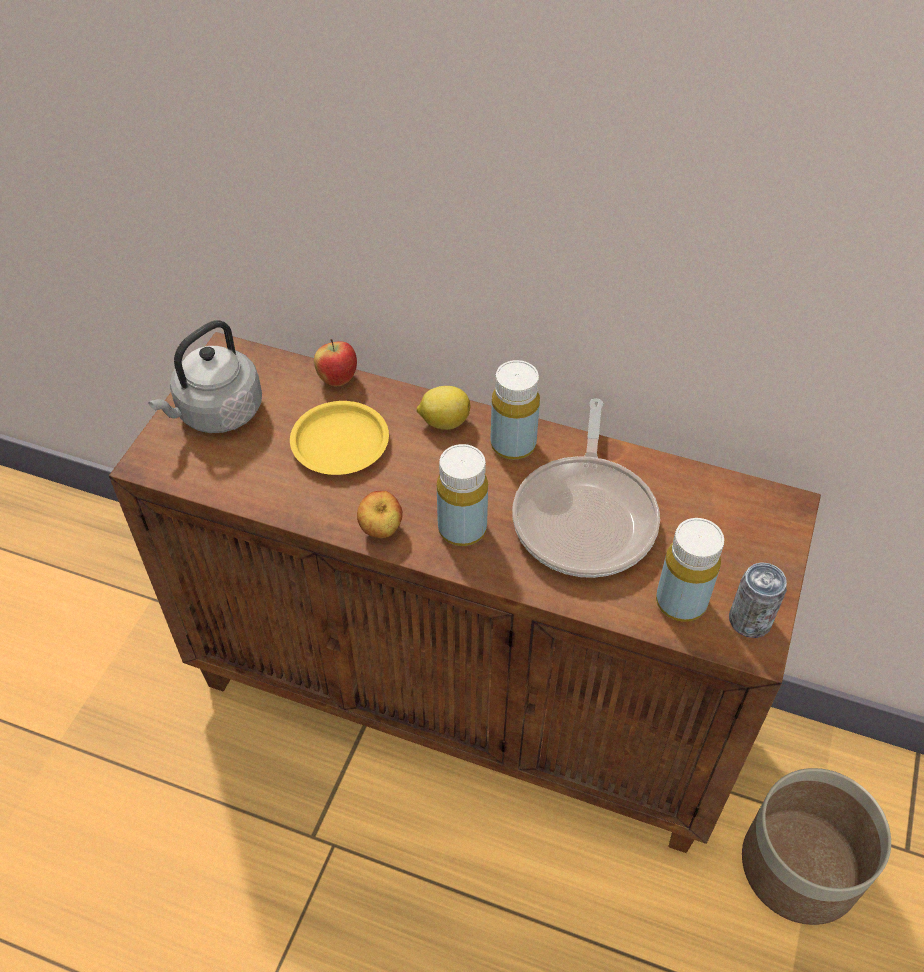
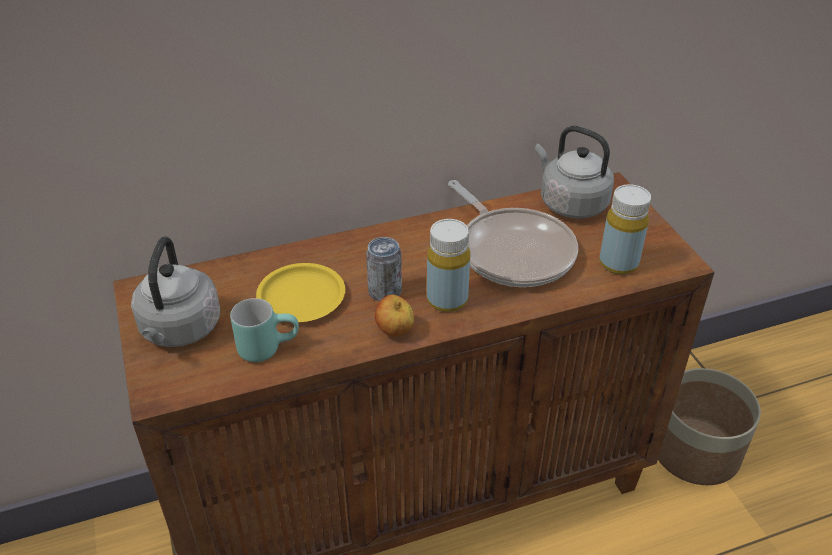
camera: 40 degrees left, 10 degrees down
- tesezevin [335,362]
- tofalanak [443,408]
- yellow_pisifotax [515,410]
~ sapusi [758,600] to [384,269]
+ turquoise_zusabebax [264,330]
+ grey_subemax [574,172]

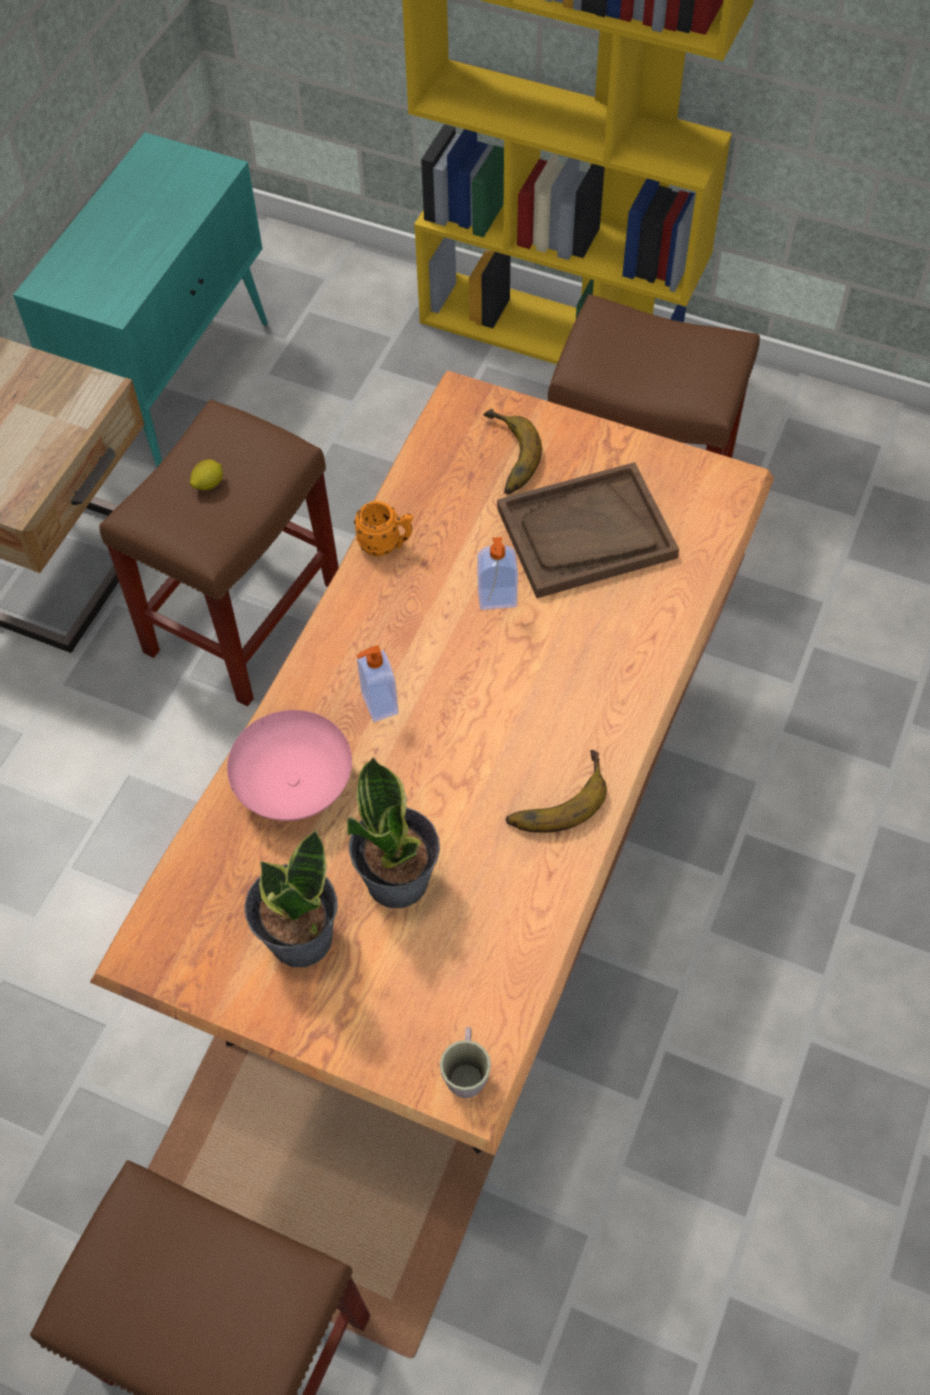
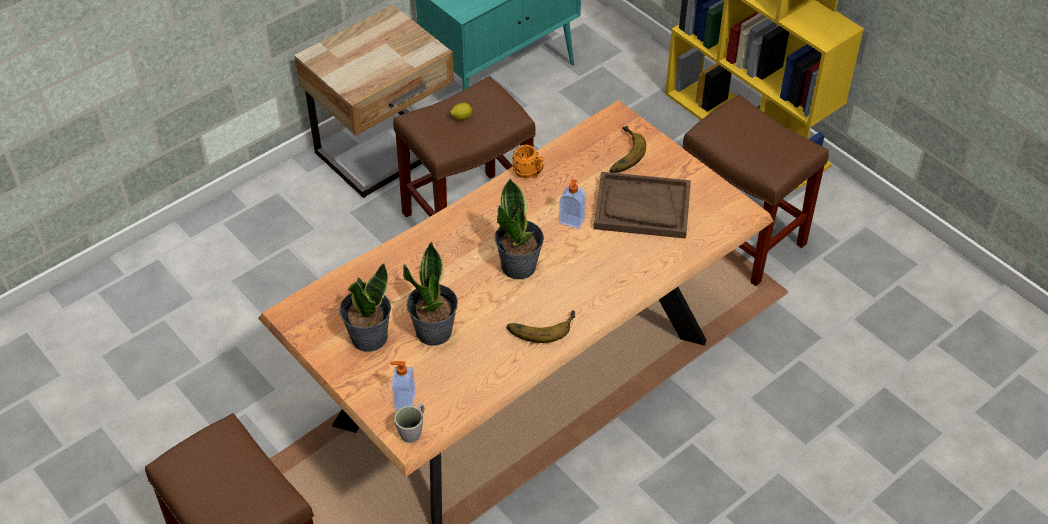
camera: 25 degrees right, 10 degrees down
- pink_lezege [289,765]
~ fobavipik [378,683] to [403,386]
+ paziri [519,228]

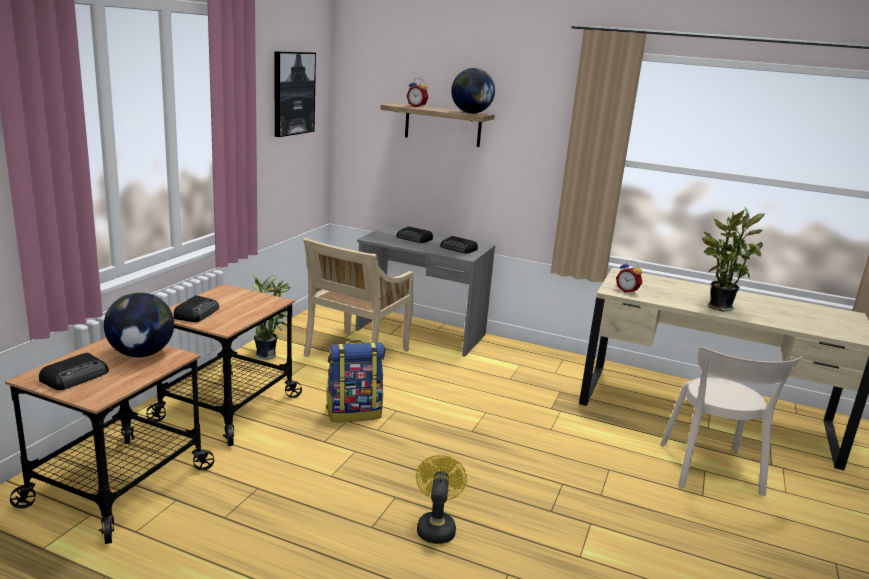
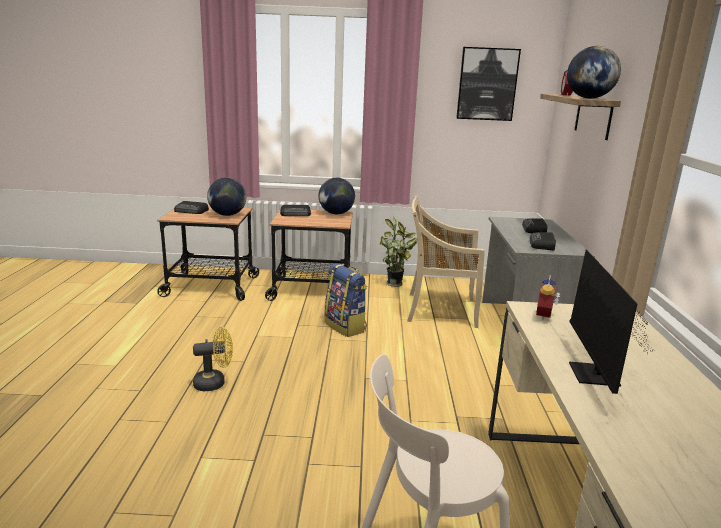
camera: 70 degrees right, 0 degrees up
~ paziri [733,260] to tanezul [611,321]
+ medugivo [337,196]

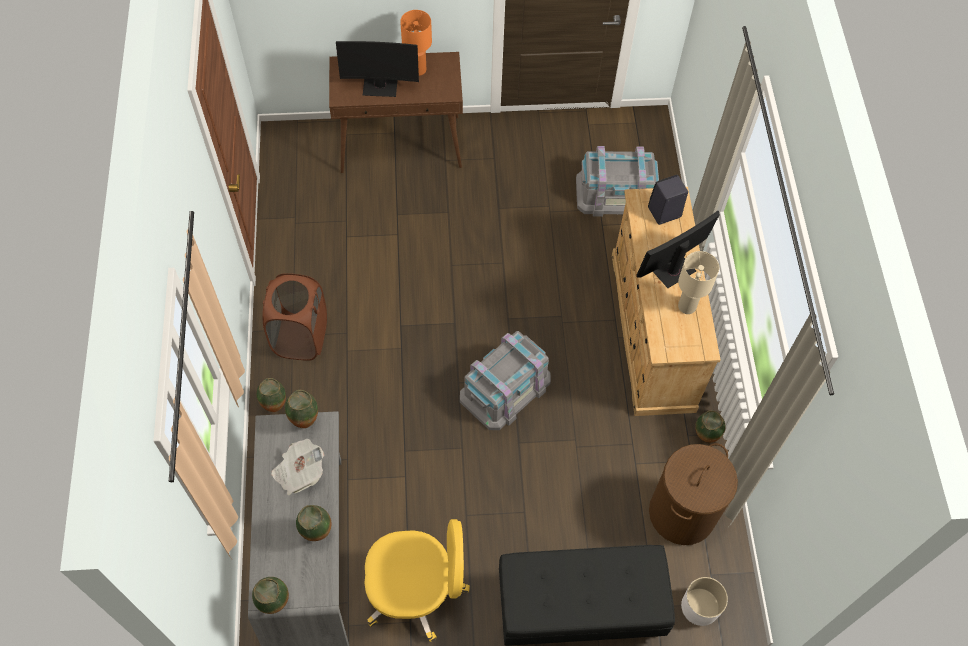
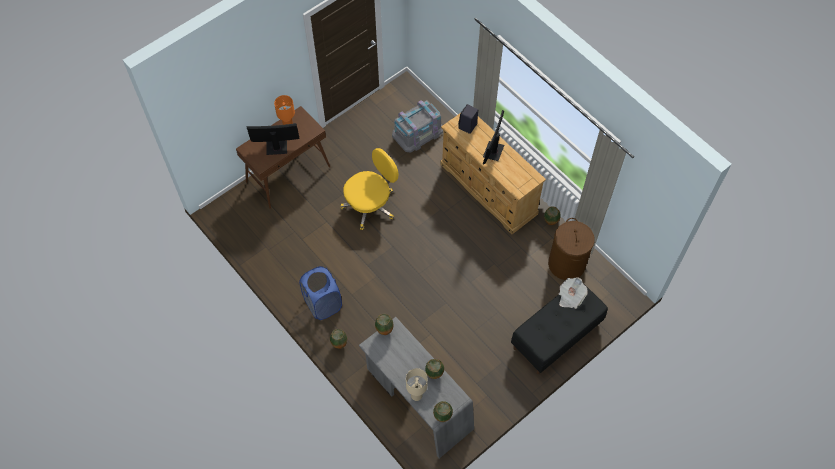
camera: 35 degrees left, 0 degrees up
~ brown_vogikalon [294,317] to blue_vogikalon [320,293]
~ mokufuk [298,467] to [573,293]
~ tanezul [377,69] = [272,139] 150 degrees counterclockwise
~ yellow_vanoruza [417,580] to [369,189]
- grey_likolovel [505,380]
~ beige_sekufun [698,282] to [417,384]
- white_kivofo [704,601]

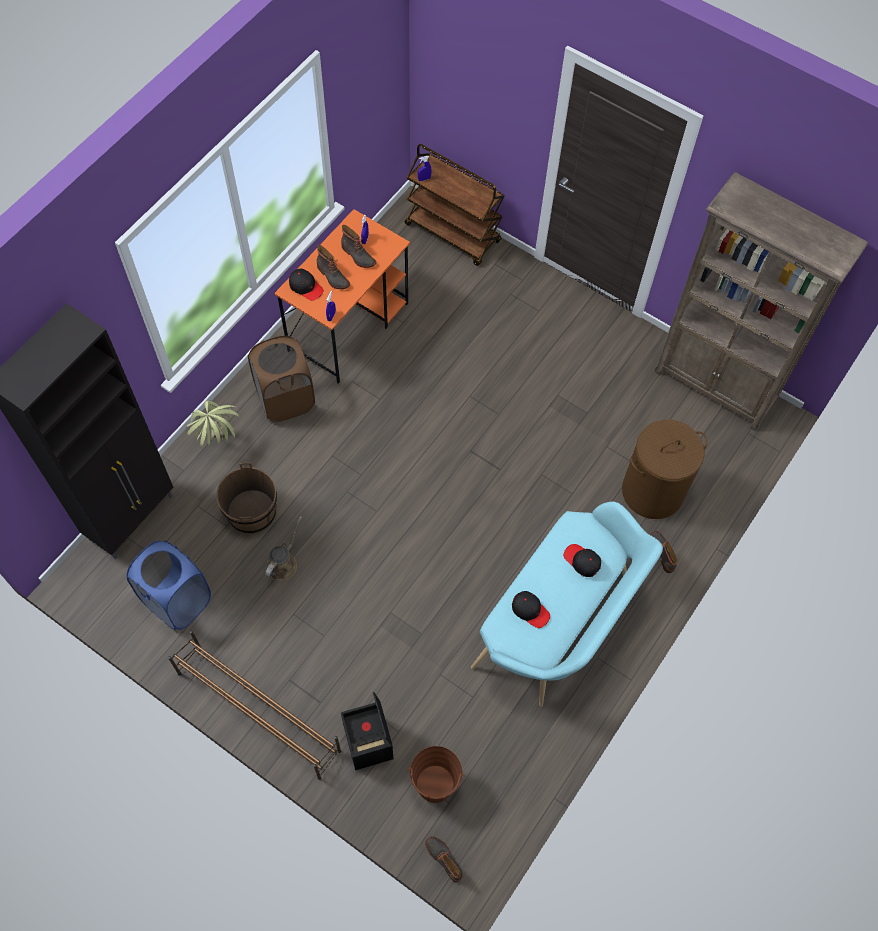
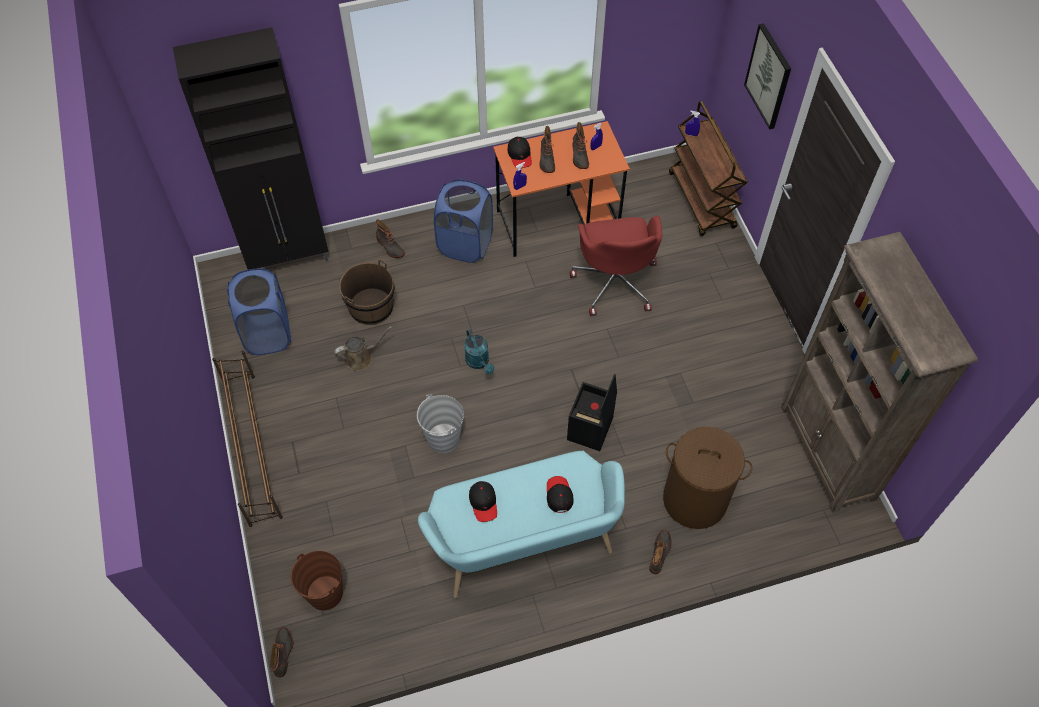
camera: 40 degrees right, 5 degrees down
~ paziri [212,424] to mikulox [390,238]
~ brown_vogikalon [281,379] to blue_vogikalon [463,221]
~ black_likolovel [367,731] to [592,412]
+ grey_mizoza [440,423]
+ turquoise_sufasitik [479,351]
+ red_vanoruza [616,266]
+ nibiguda [767,76]

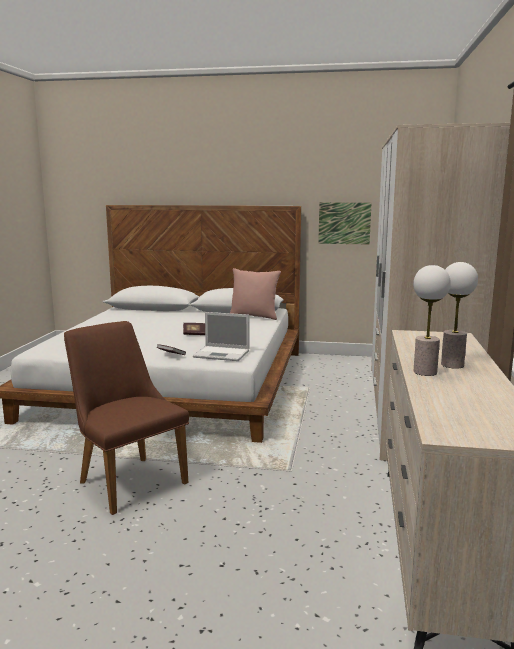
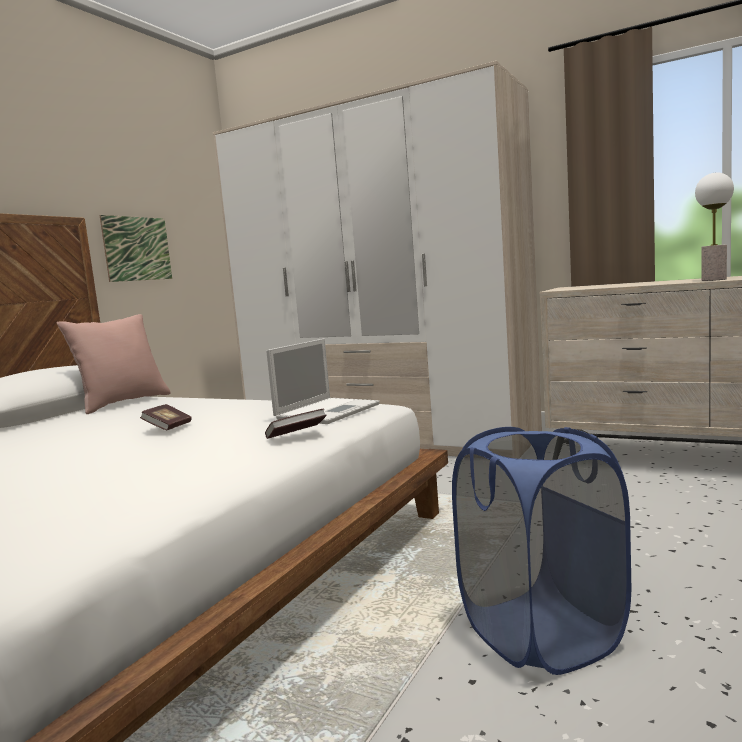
camera: 70 degrees left, 5 degrees down
~ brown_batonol [126,418] to blue_vogikalon [541,551]
- sekufun [459,315]

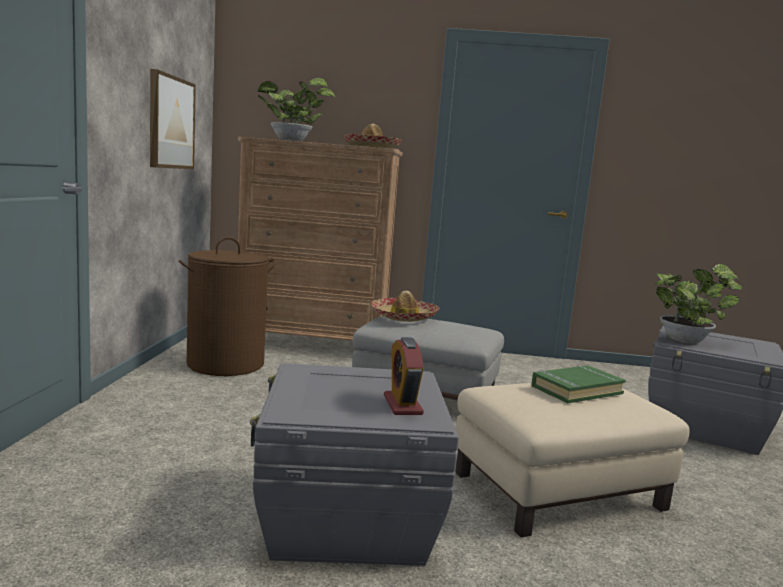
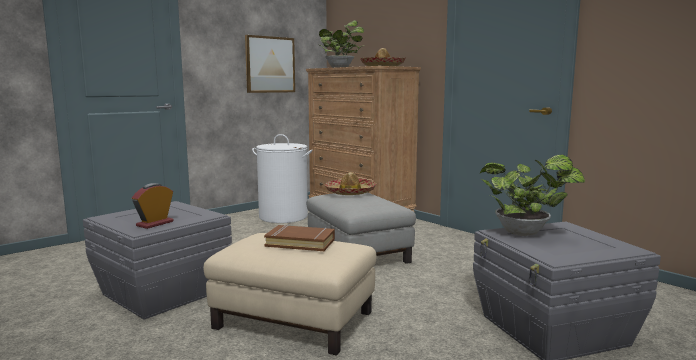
camera: 45 degrees right, 0 degrees up
~ brown_vogikalon [227,306] to white_vogikalon [282,178]
~ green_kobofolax [578,384] to brown_kobofolax [299,238]

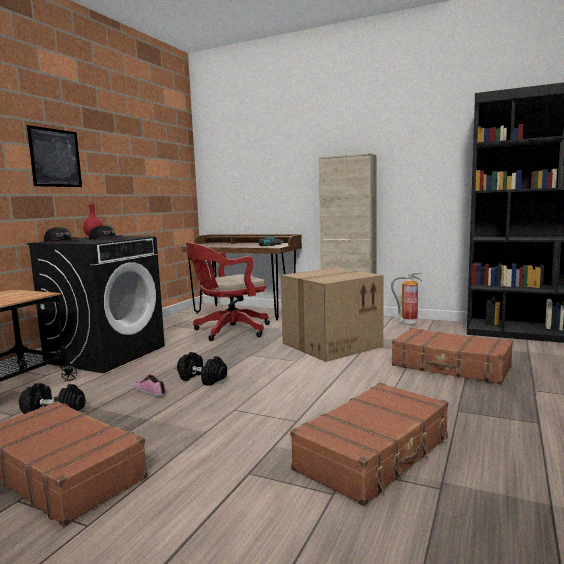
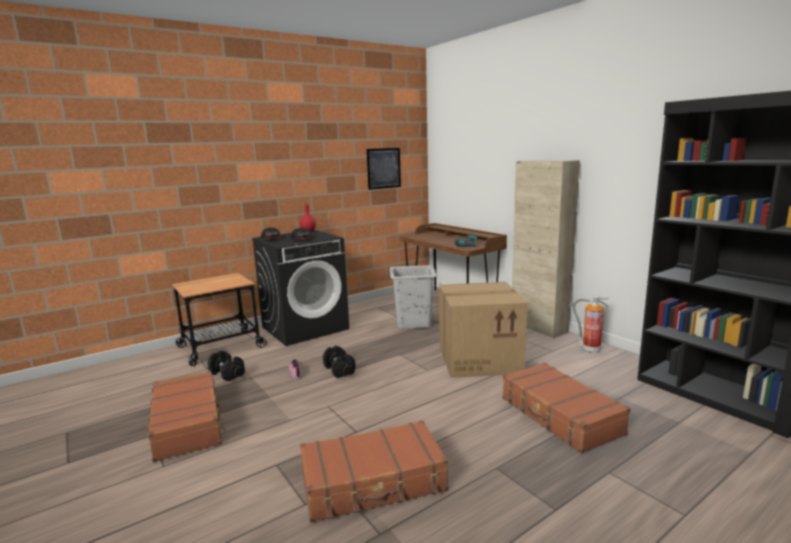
camera: 30 degrees right, 5 degrees up
~ nibiguda [54,156] to [384,169]
~ red_vanoruza [228,291] to grey_vogikalon [413,297]

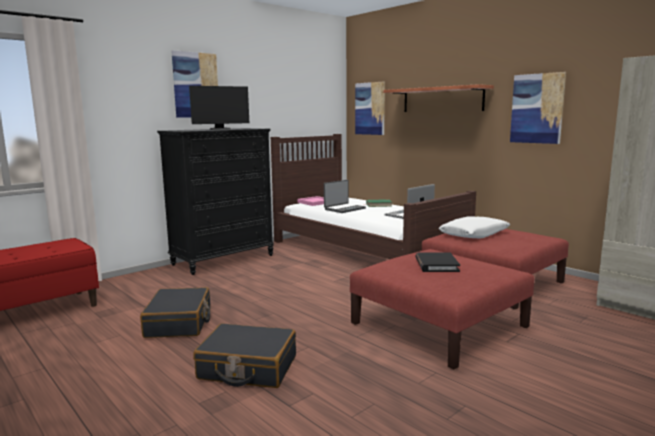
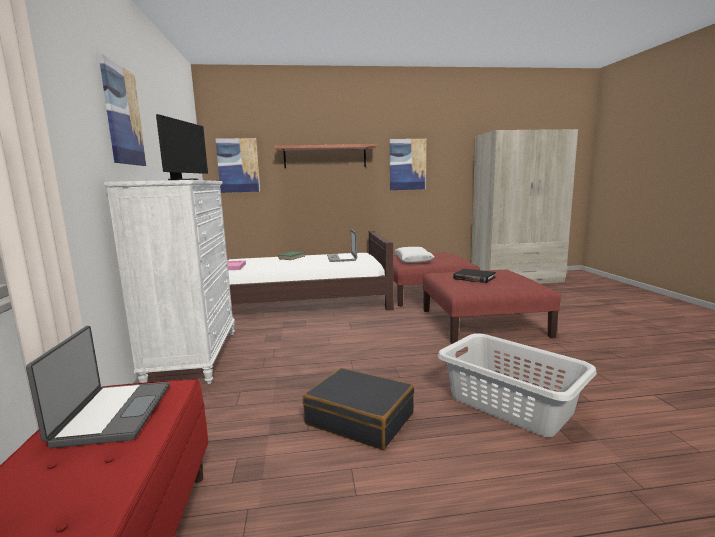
camera: 55 degrees left, 0 degrees up
~ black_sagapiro [215,201] to white_sagapiro [169,282]
~ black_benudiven [244,355] to grey_vogikalon [517,385]
~ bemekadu [345,196] to [98,387]

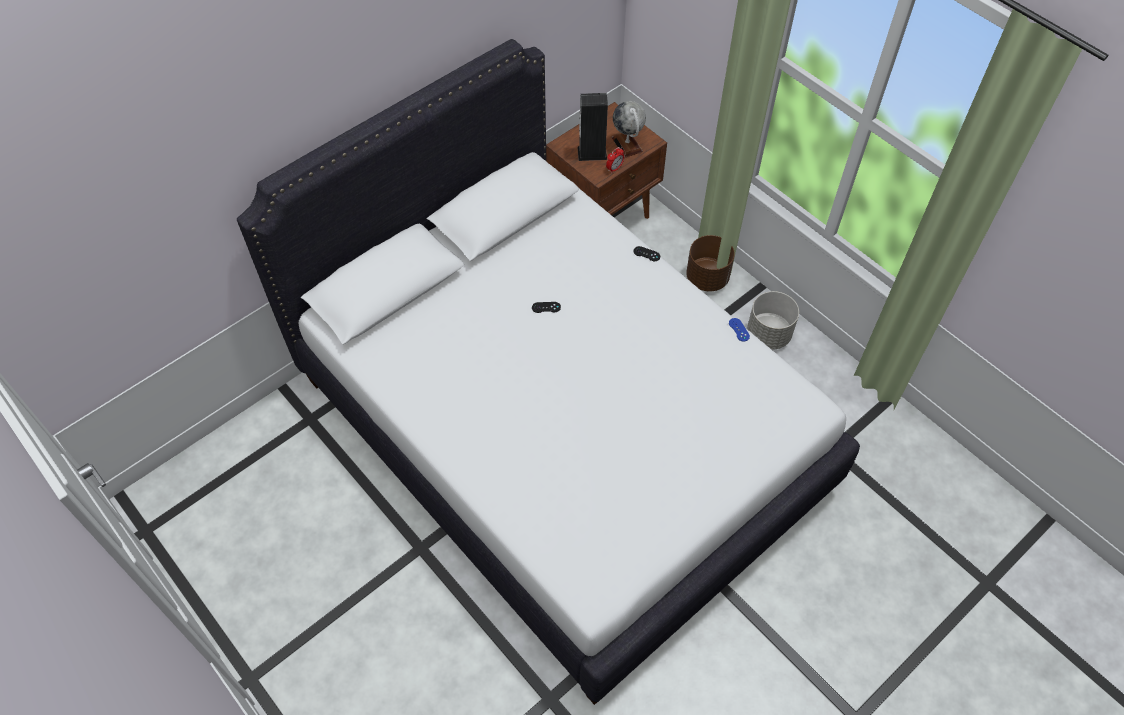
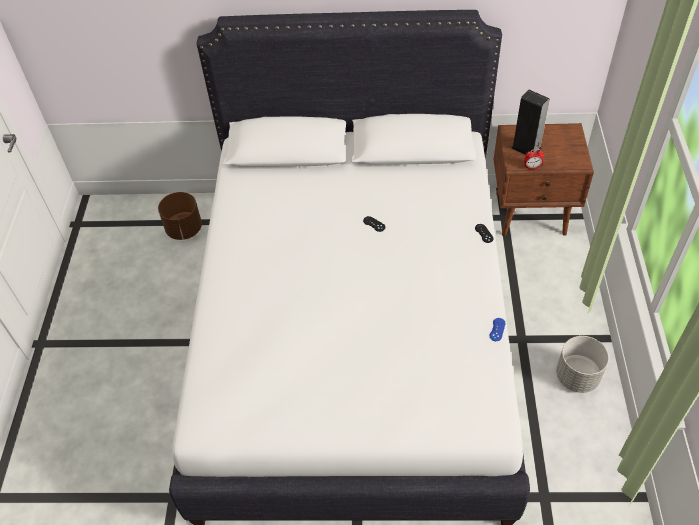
camera: 45 degrees right, 5 degrees down
- medugivo [629,129]
~ brown_kivofo [710,263] to [180,216]

